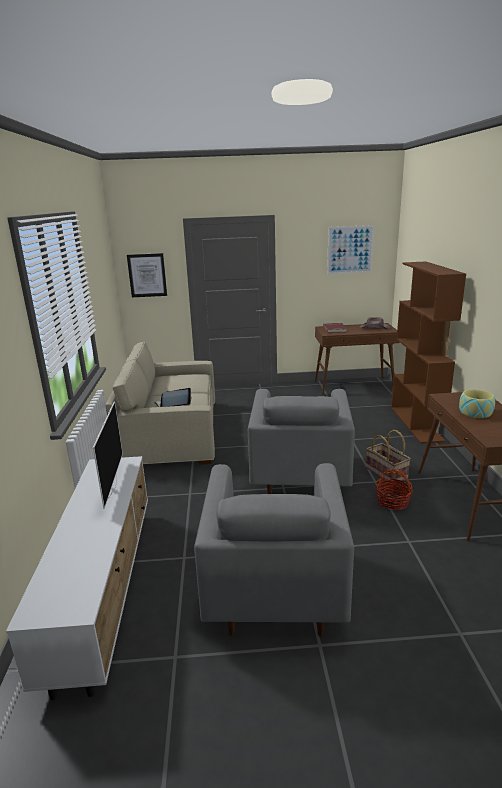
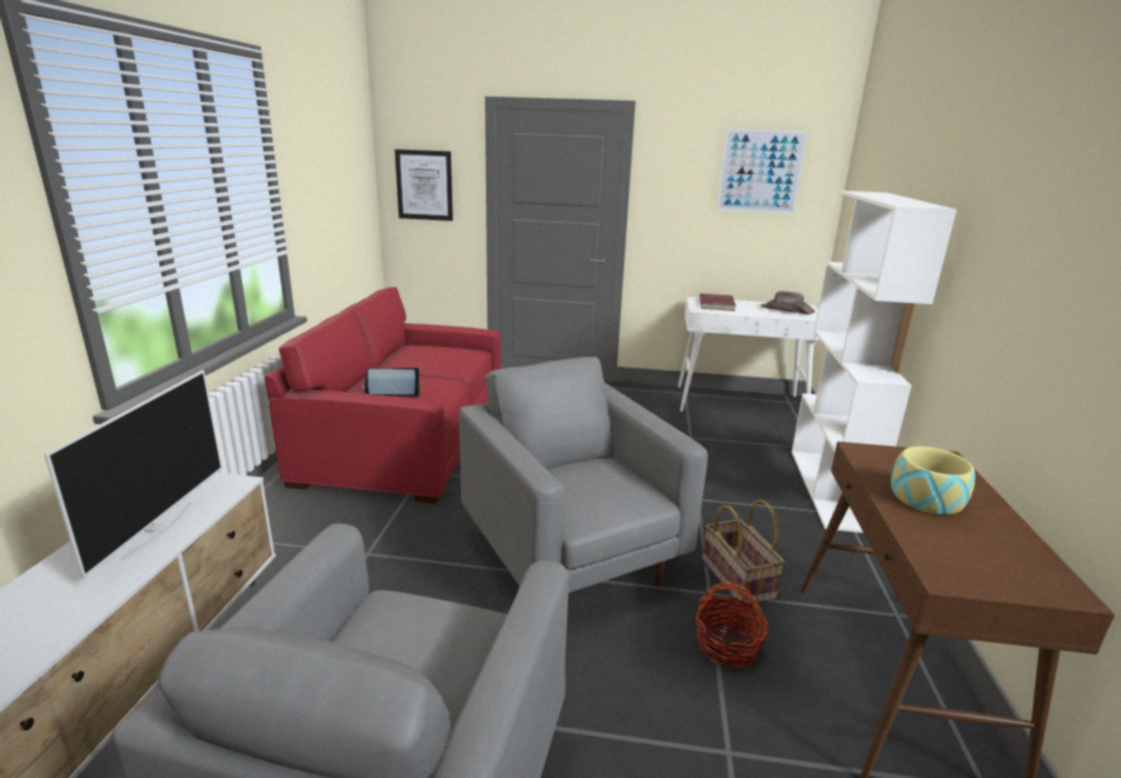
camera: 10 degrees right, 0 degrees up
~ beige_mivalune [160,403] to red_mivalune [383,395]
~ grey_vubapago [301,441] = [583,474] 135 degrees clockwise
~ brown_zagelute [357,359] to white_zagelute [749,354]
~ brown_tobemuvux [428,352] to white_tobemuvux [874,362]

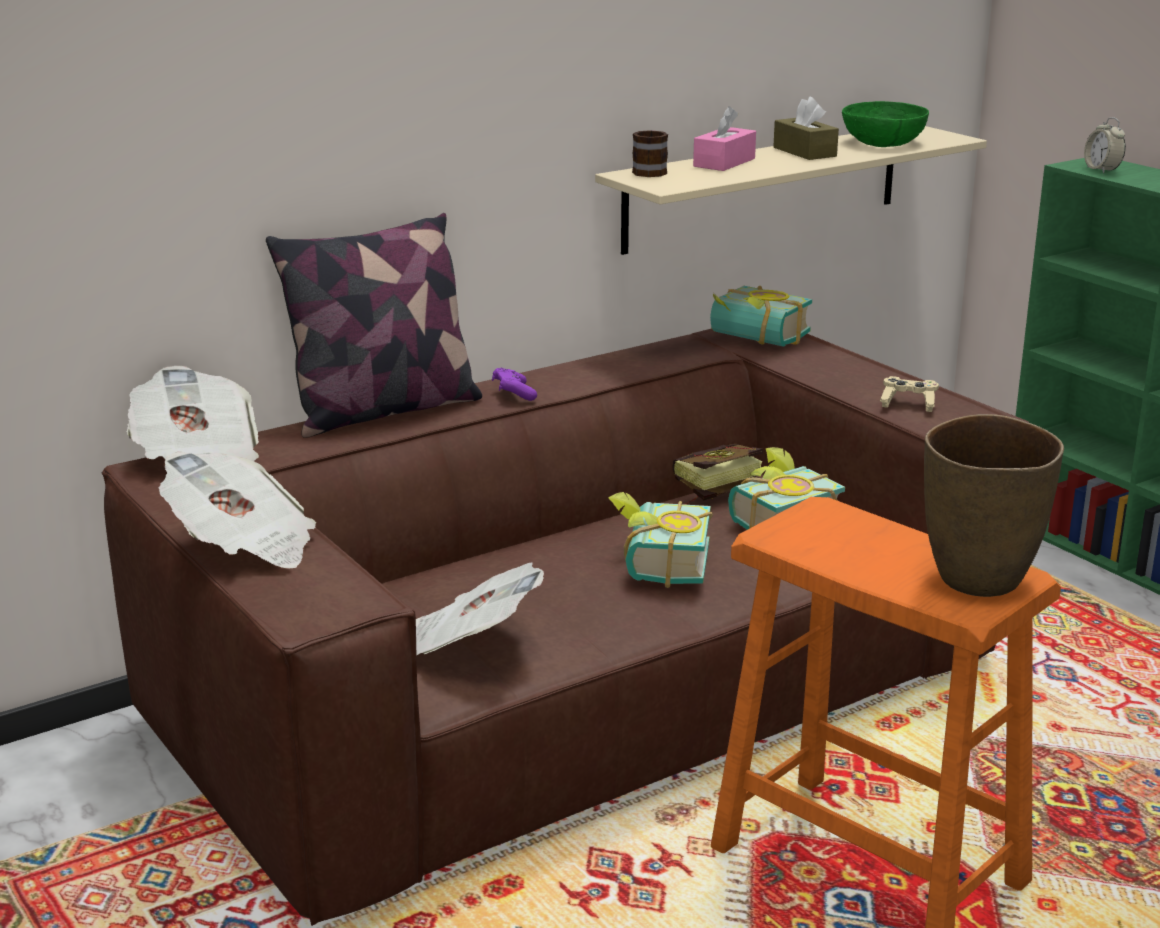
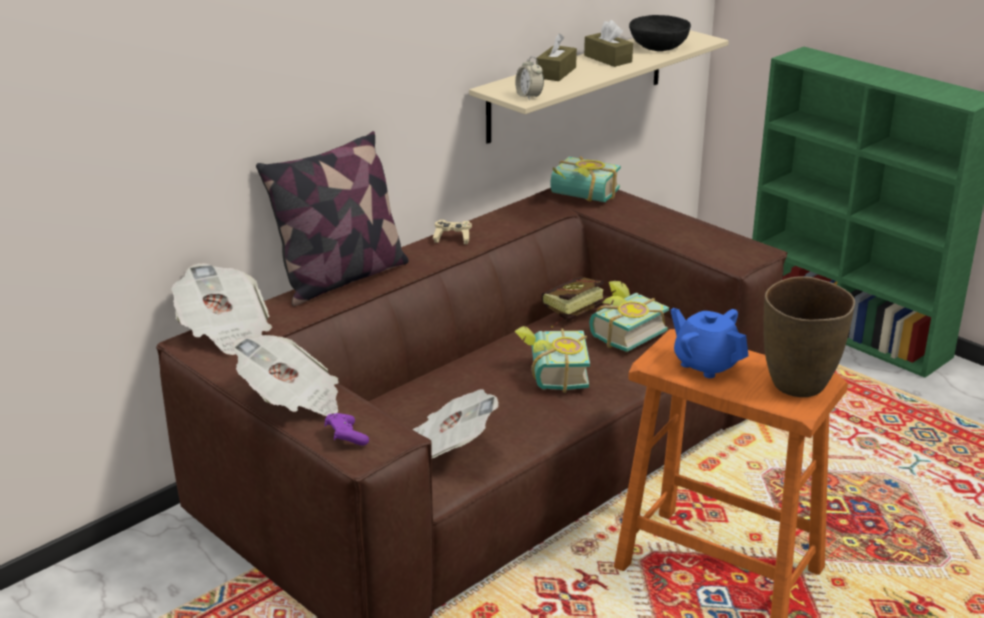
camera: 10 degrees left, 5 degrees up
~ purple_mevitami [514,384] to [346,429]
- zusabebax [650,153]
~ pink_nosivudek [724,138] to brown_nosivudek [556,57]
~ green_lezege [885,124] to black_lezege [660,33]
~ beige_mevitami [909,394] to [452,232]
~ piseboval [1105,145] to [529,78]
+ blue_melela [709,343]

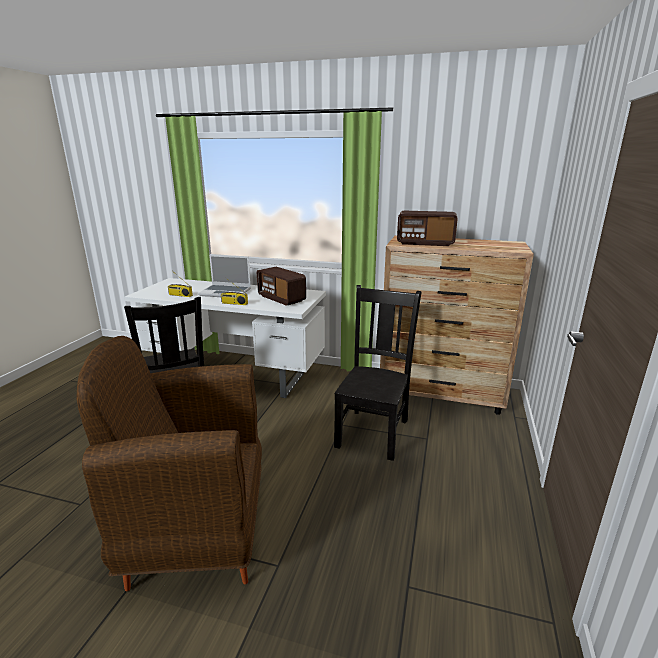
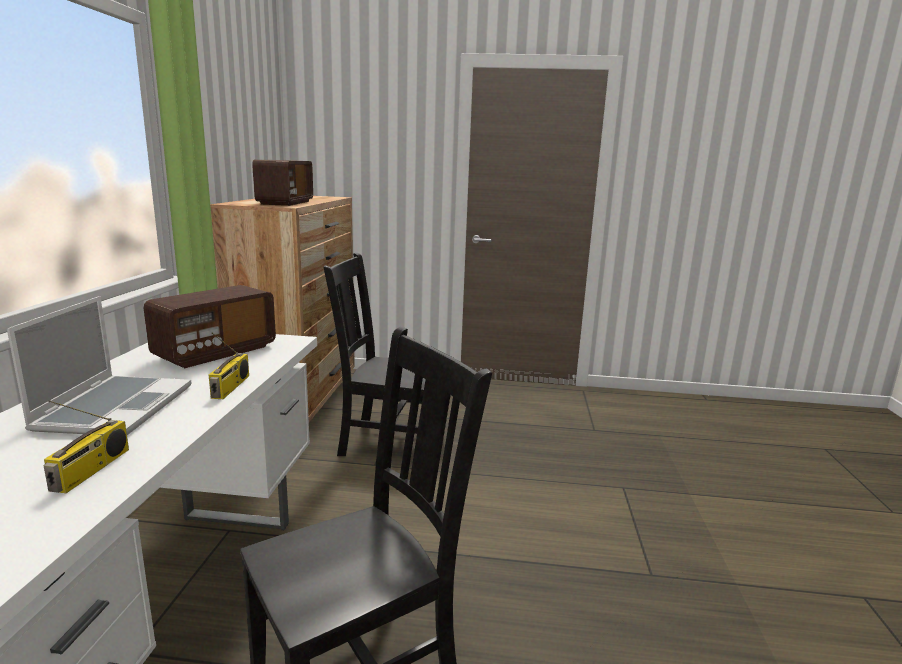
camera: 100 degrees left, 5 degrees down
- brown_vubapago [169,463]

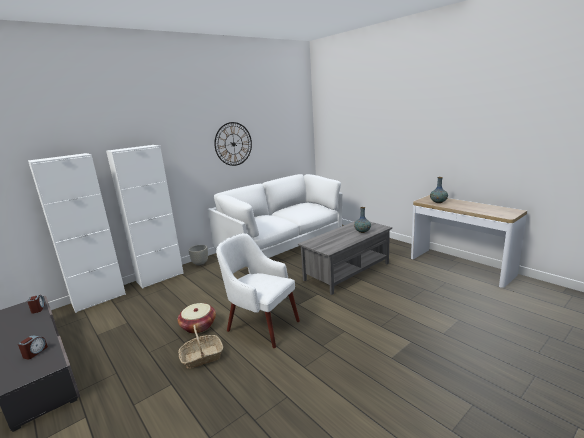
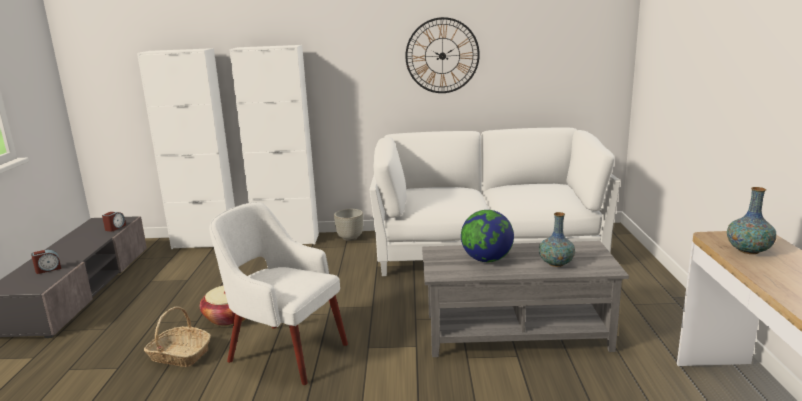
camera: 40 degrees right, 0 degrees up
~ white_vubapago [258,290] = [278,293] 45 degrees counterclockwise
+ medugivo [487,236]

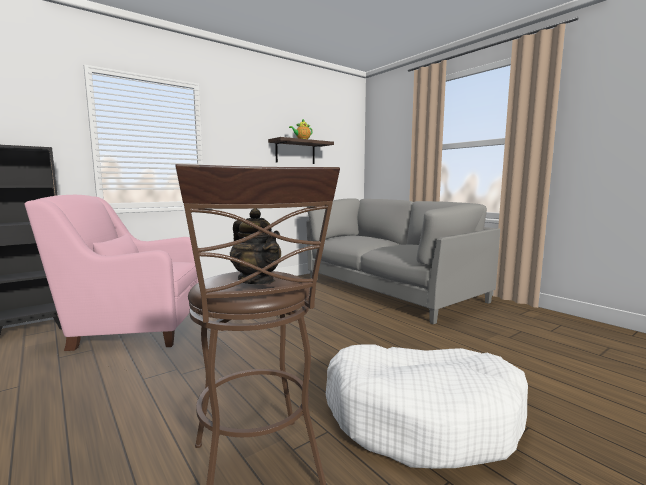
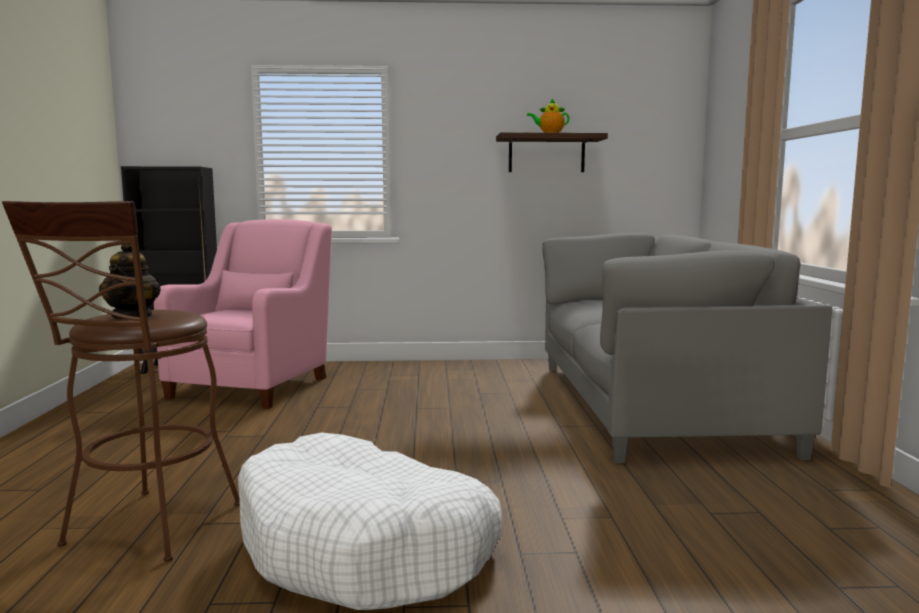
camera: 35 degrees right, 0 degrees up
~ pink_vubapago [111,273] = [243,314] 75 degrees clockwise

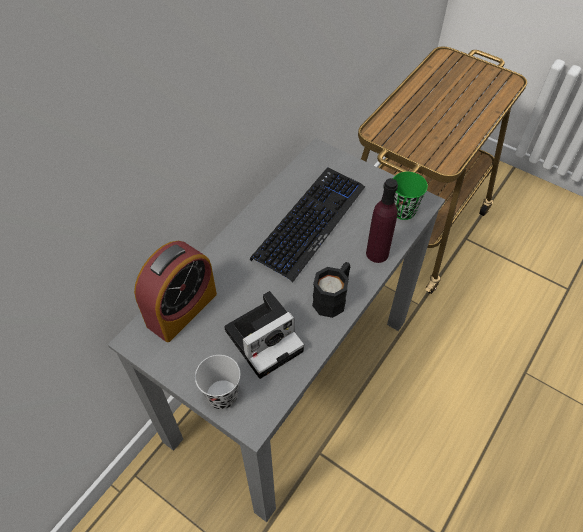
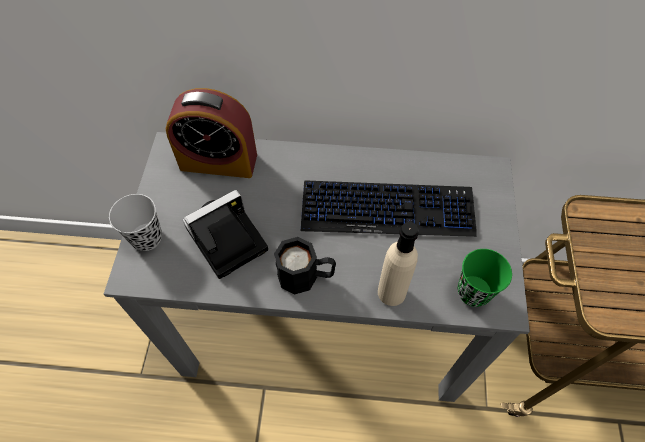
camera: 60 degrees right, 5 degrees up
~ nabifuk [264,335] = [225,234] 120 degrees clockwise
~ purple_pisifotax [382,220] to beige_pisifotax [398,264]

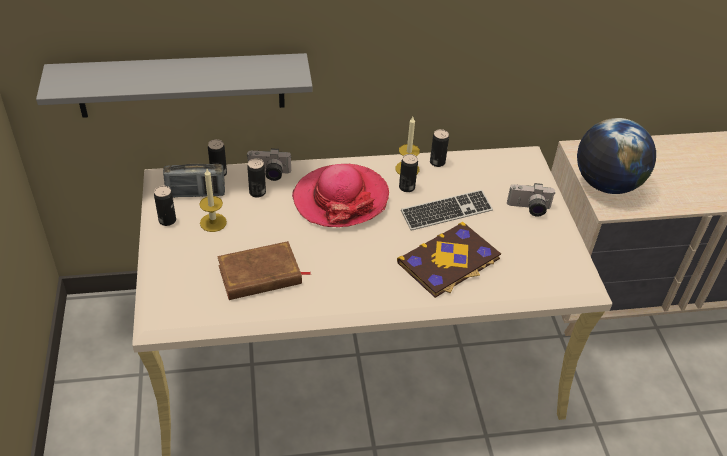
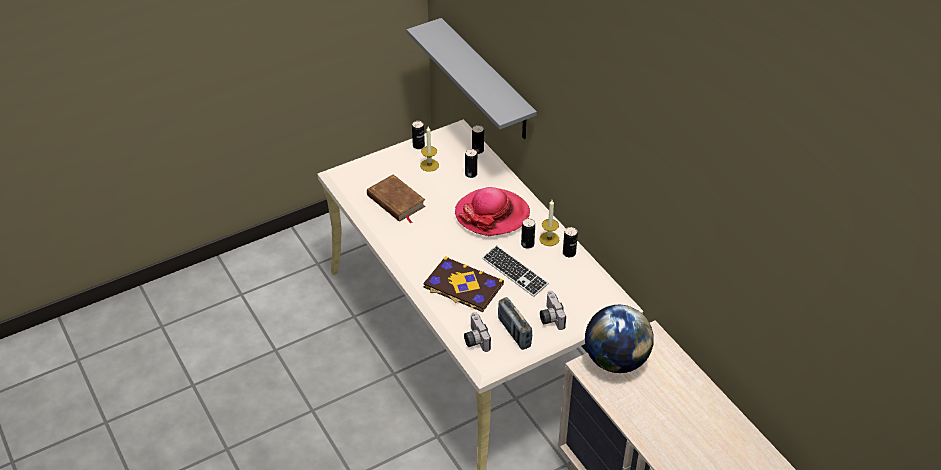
camera: 70 degrees right, 0 degrees up
~ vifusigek [194,180] to [515,323]
~ nabifuk [269,164] to [477,332]

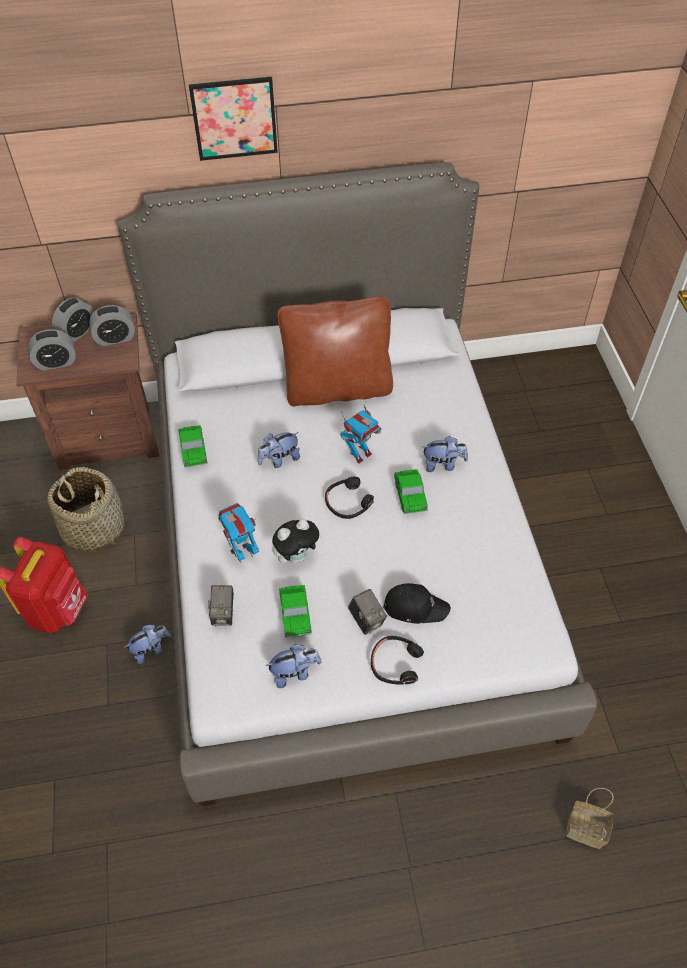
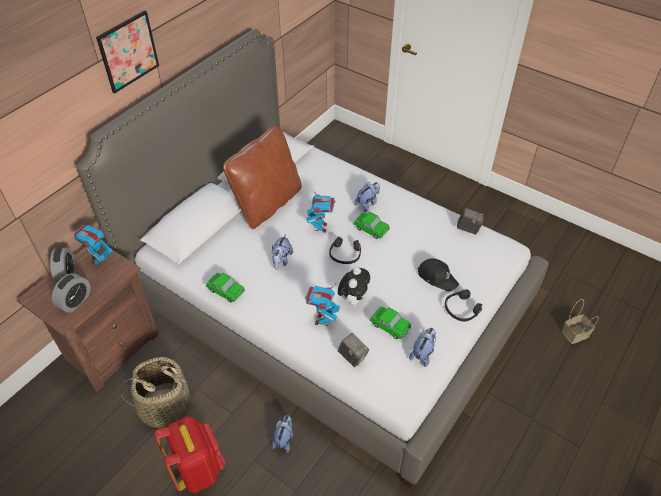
camera: 45 degrees left, 5 degrees down
~ piseboval [112,325] to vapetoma [93,246]
~ nabifuk [367,612] to [470,221]
~ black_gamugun [417,603] = [438,274] 75 degrees clockwise

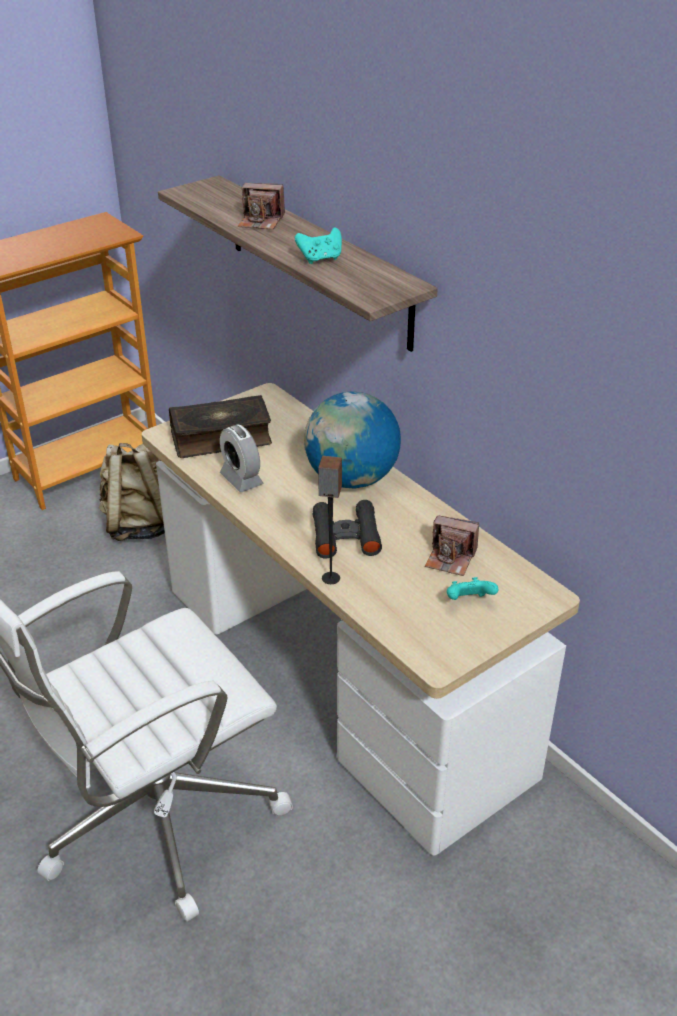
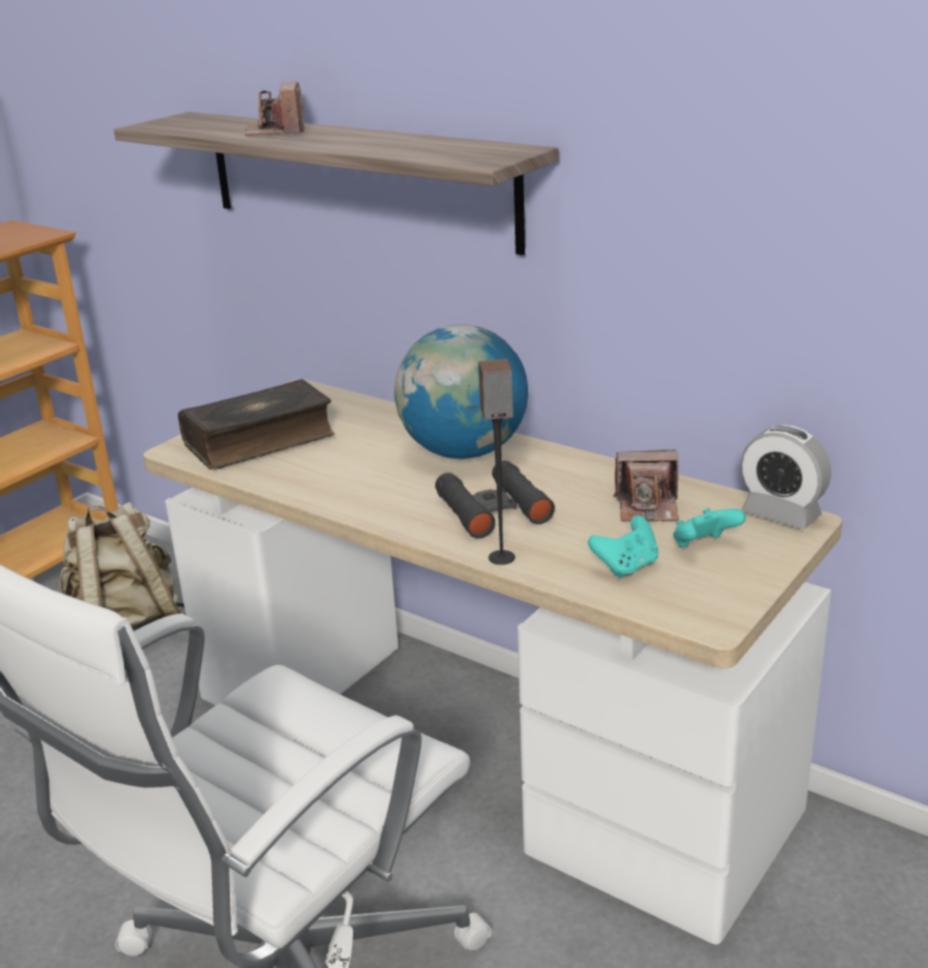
camera: 15 degrees left, 10 degrees down
~ piseboval [241,458] to [786,477]
~ nabifuk [261,206] = [275,109] 90 degrees clockwise
~ turquoise_mevitami [318,245] to [623,546]

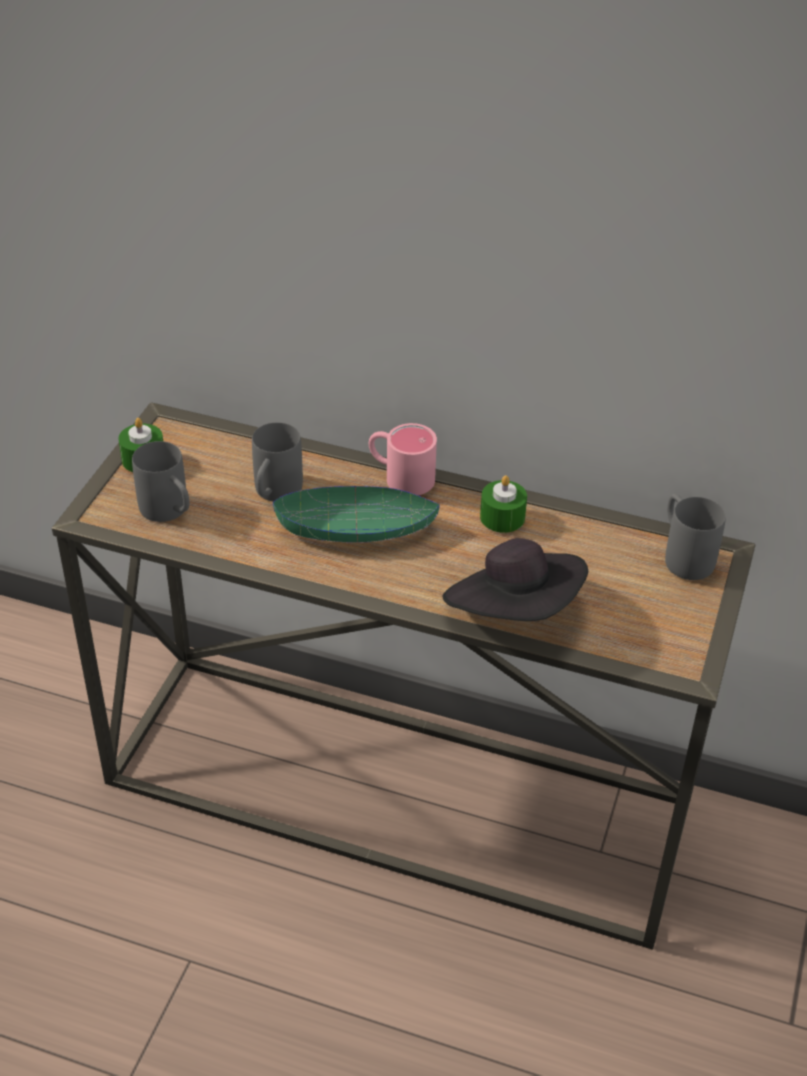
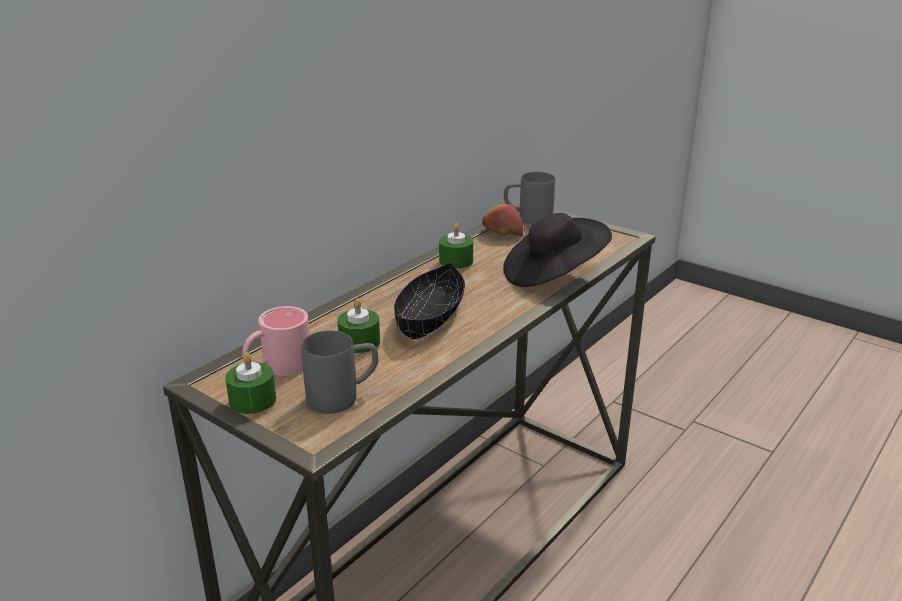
camera: 70 degrees left, 15 degrees down
~ grey_zusabebax [277,462] to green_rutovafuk [358,326]
~ green_lezege [356,514] to black_lezege [429,301]
~ pink_zusabebax [402,459] to [276,341]
+ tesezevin [502,220]

